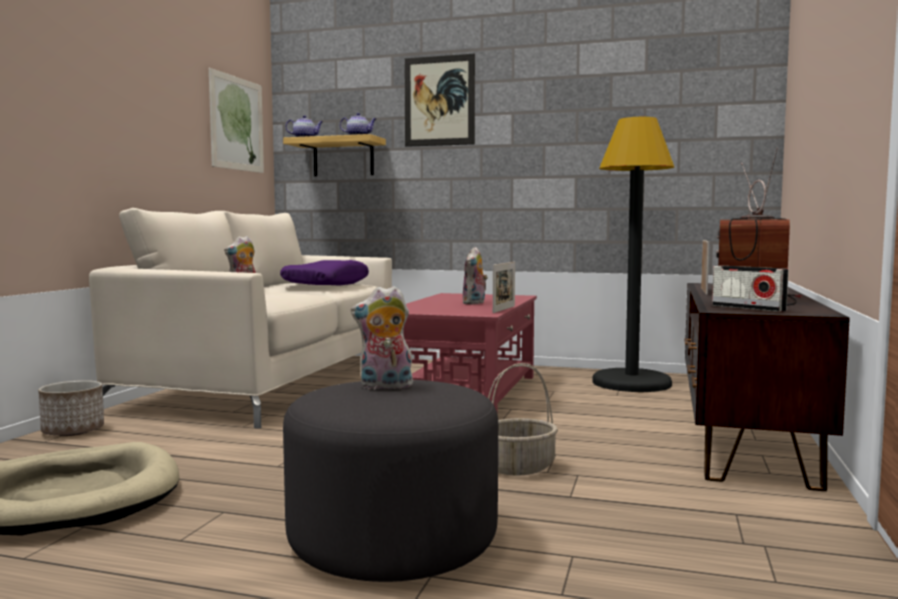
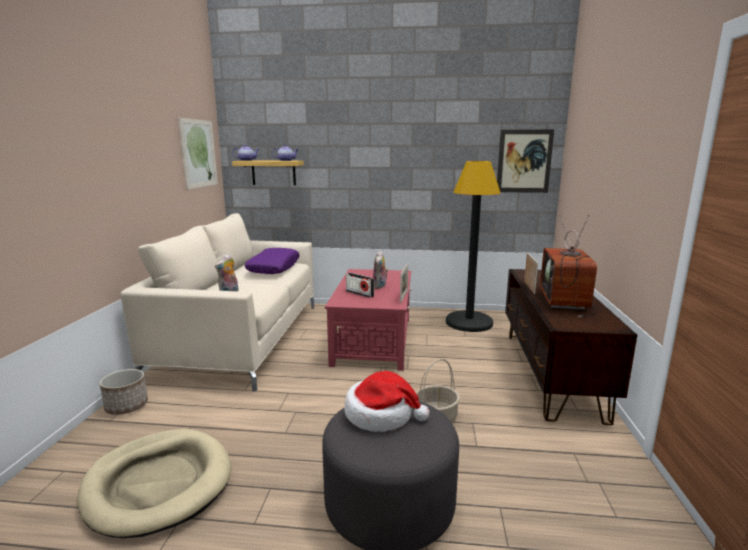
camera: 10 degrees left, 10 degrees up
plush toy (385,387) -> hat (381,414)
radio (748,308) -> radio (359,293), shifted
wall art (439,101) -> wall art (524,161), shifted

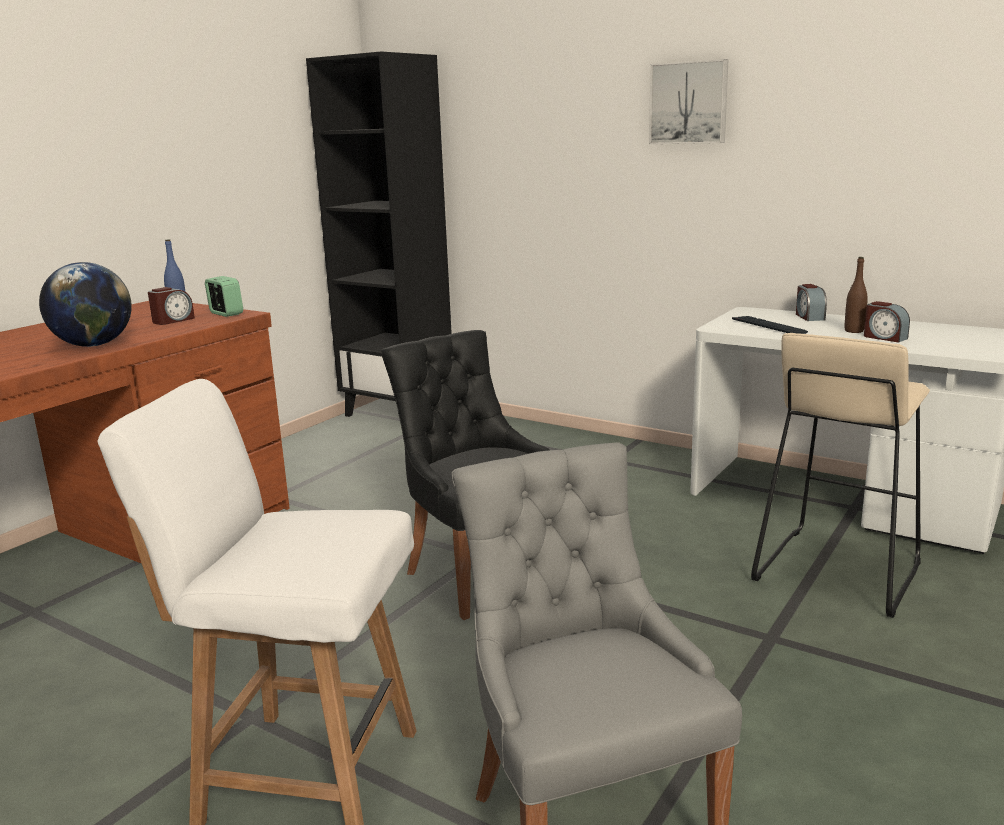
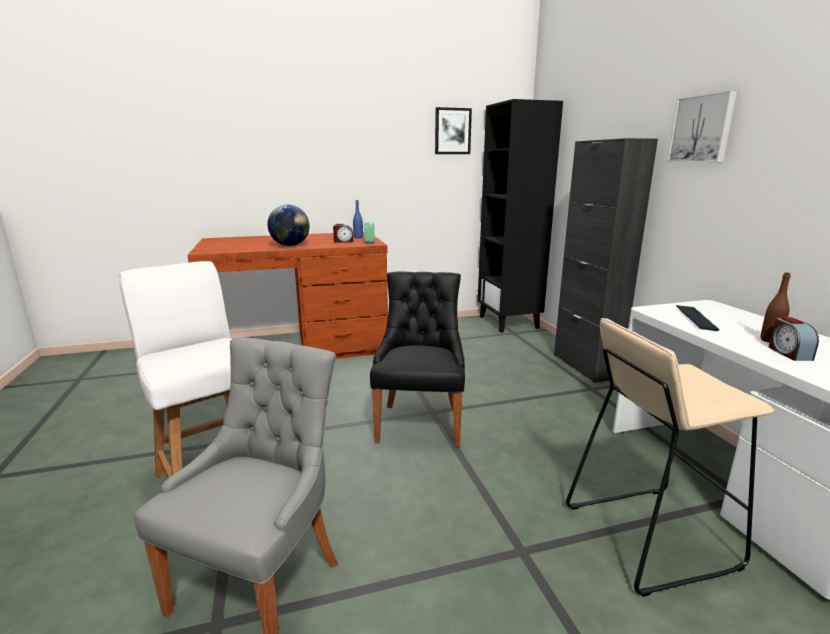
camera: 40 degrees right, 0 degrees up
none -> wall art (452,131)
none -> blackish cupboard (585,366)
table clock (809,317) -> none

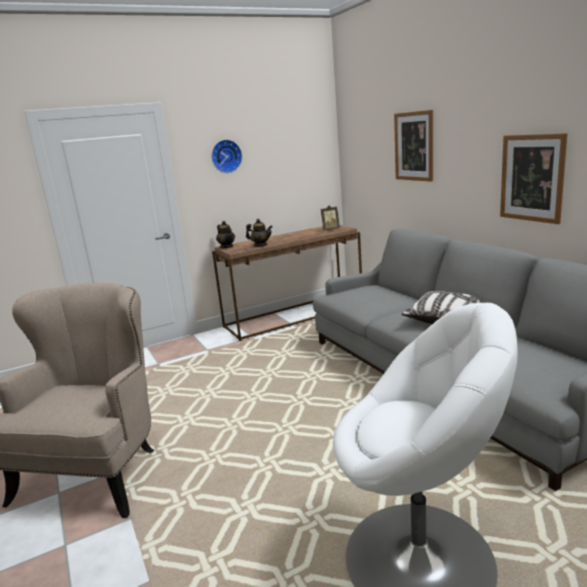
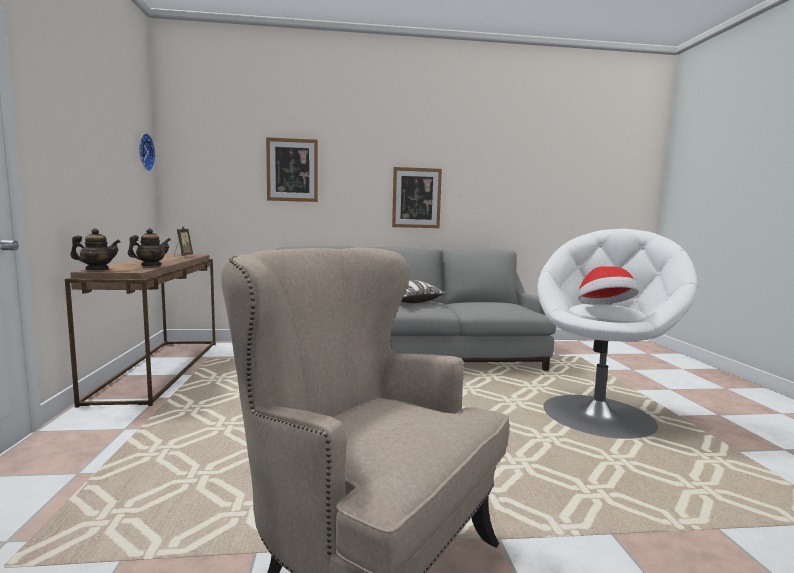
camera: 70 degrees left, 10 degrees down
clock on the wall (226,156) -> clock on the wall (144,152), shifted
none -> hat (604,308)

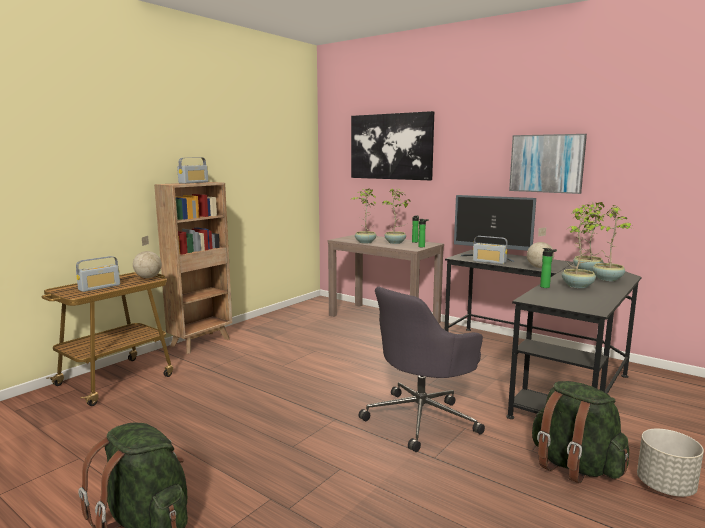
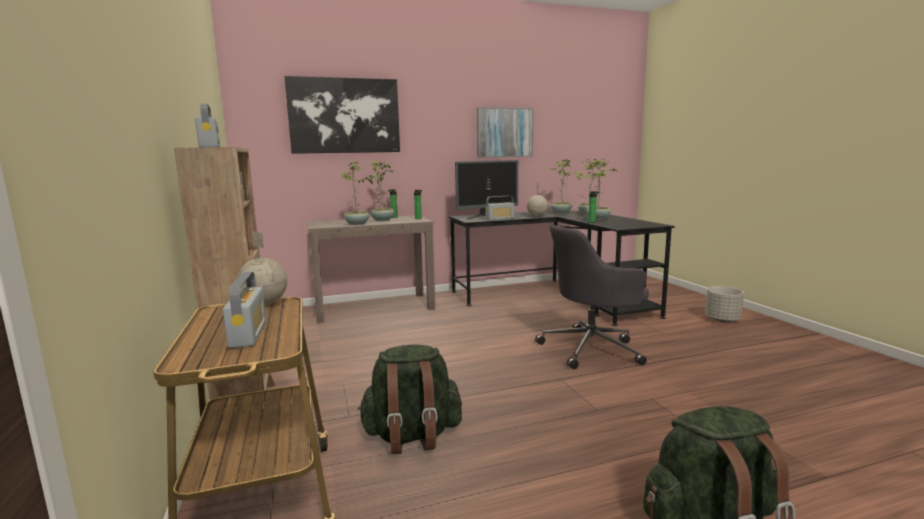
camera: 55 degrees left, 0 degrees up
greenish backpack (574,466) -> greenish backpack (412,436), shifted
grey desk chair (422,419) -> grey desk chair (592,349), 75 degrees clockwise

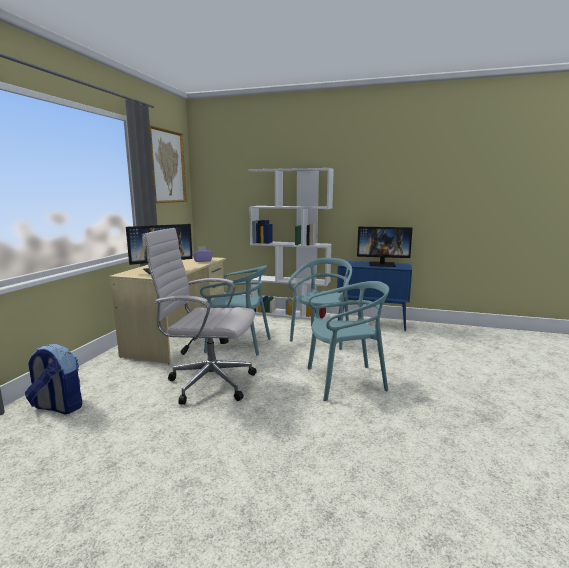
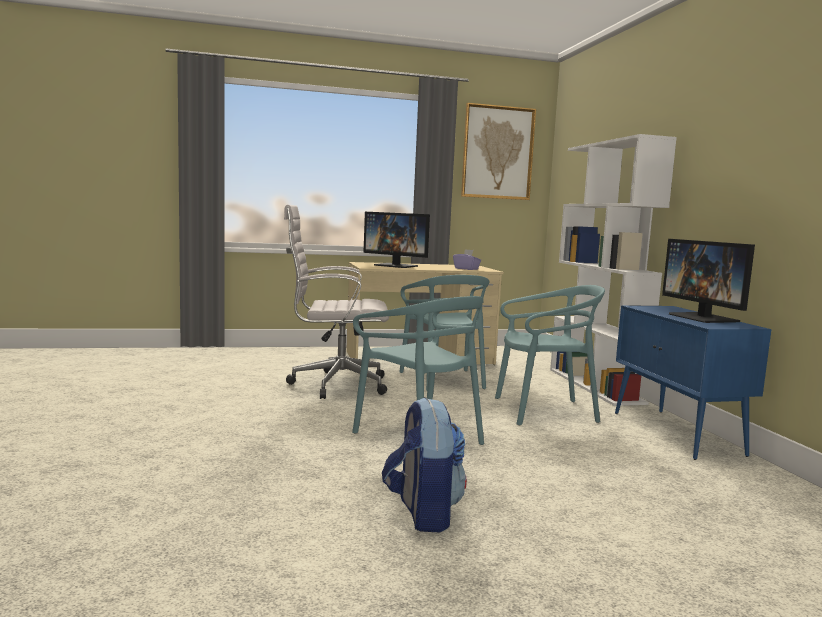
camera: 60 degrees right, 5 degrees down
white-coloured desk chair (207,383) -> white-coloured desk chair (334,384), 75 degrees counterclockwise
backpack (58,407) -> backpack (422,513), shifted

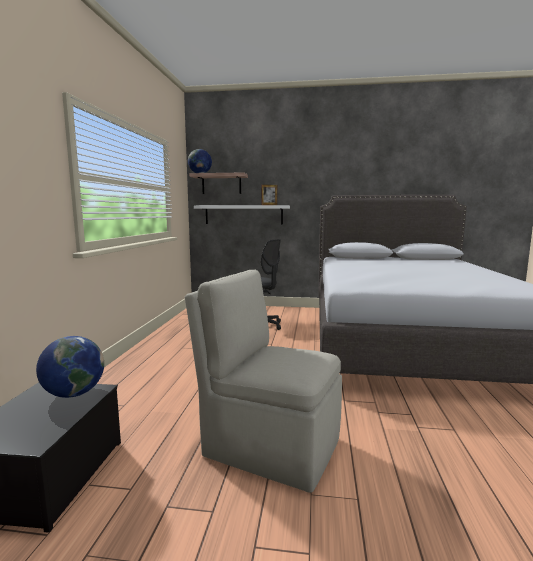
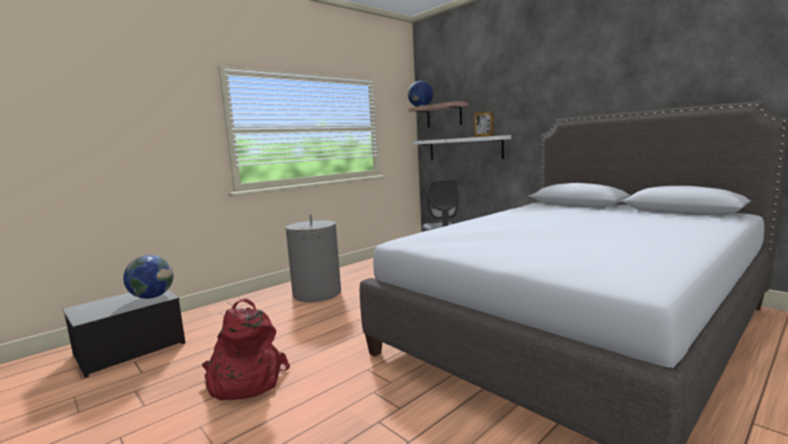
camera: 40 degrees right, 0 degrees up
beige-coloured plain chair (269,446) -> red backpack (244,381)
none -> grey hamper (317,293)

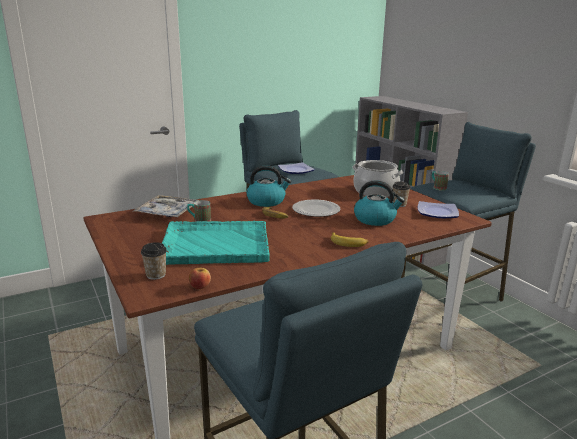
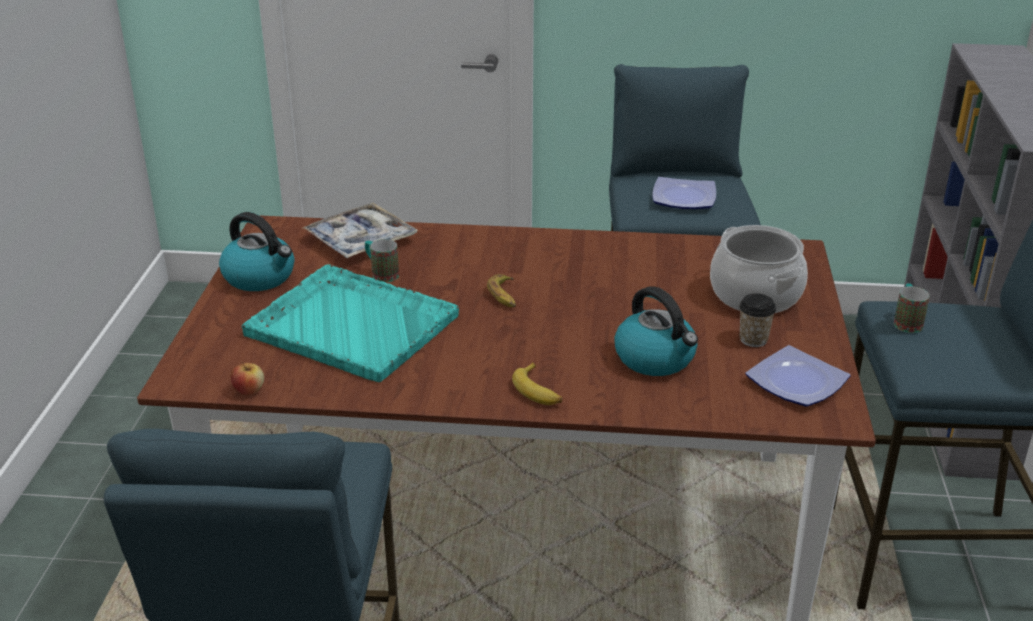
camera: 35 degrees right, 10 degrees up
kettle (267,201) -> kettle (260,277), shifted
drinking cup (156,275) -> none
plate (315,210) -> none

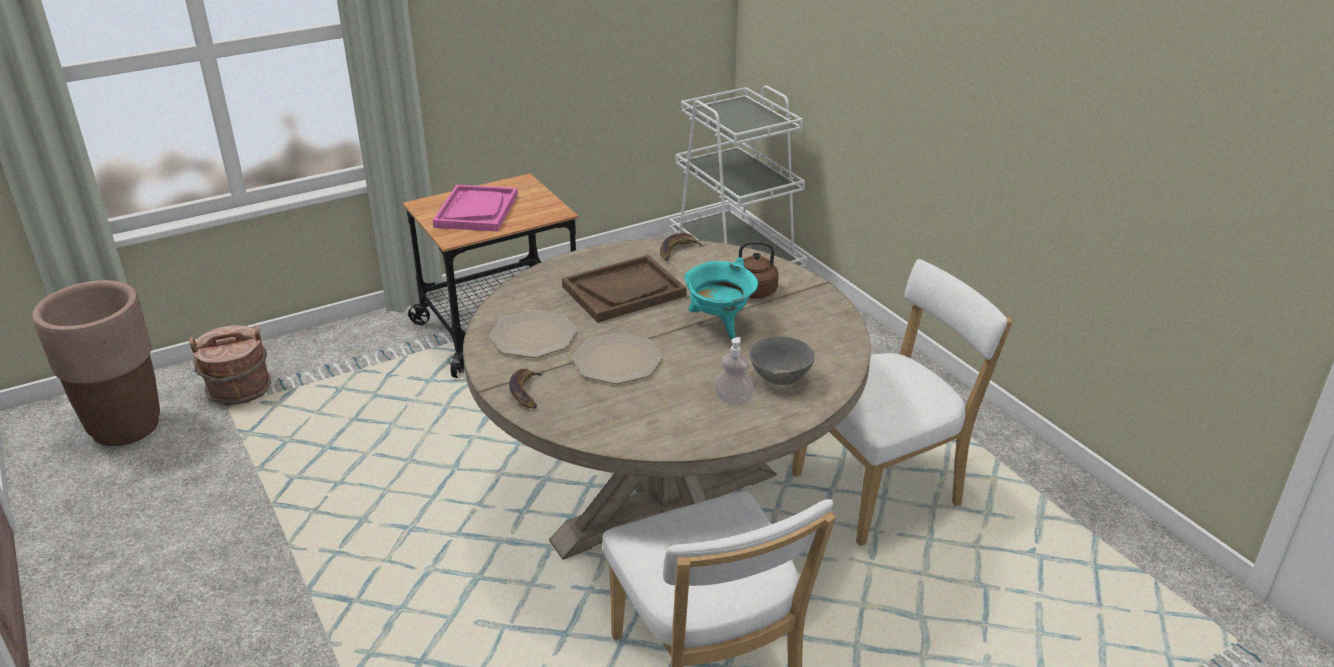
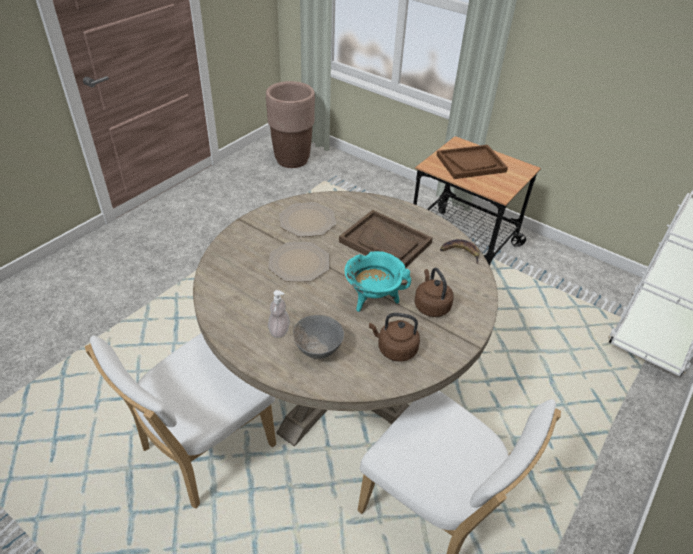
camera: 65 degrees right, 10 degrees up
none -> brown kettle (394,349)
pinkish serving tray (476,210) -> brown serving tray (471,163)
brown water bucket (239,390) -> none
banana fruit (526,392) -> none

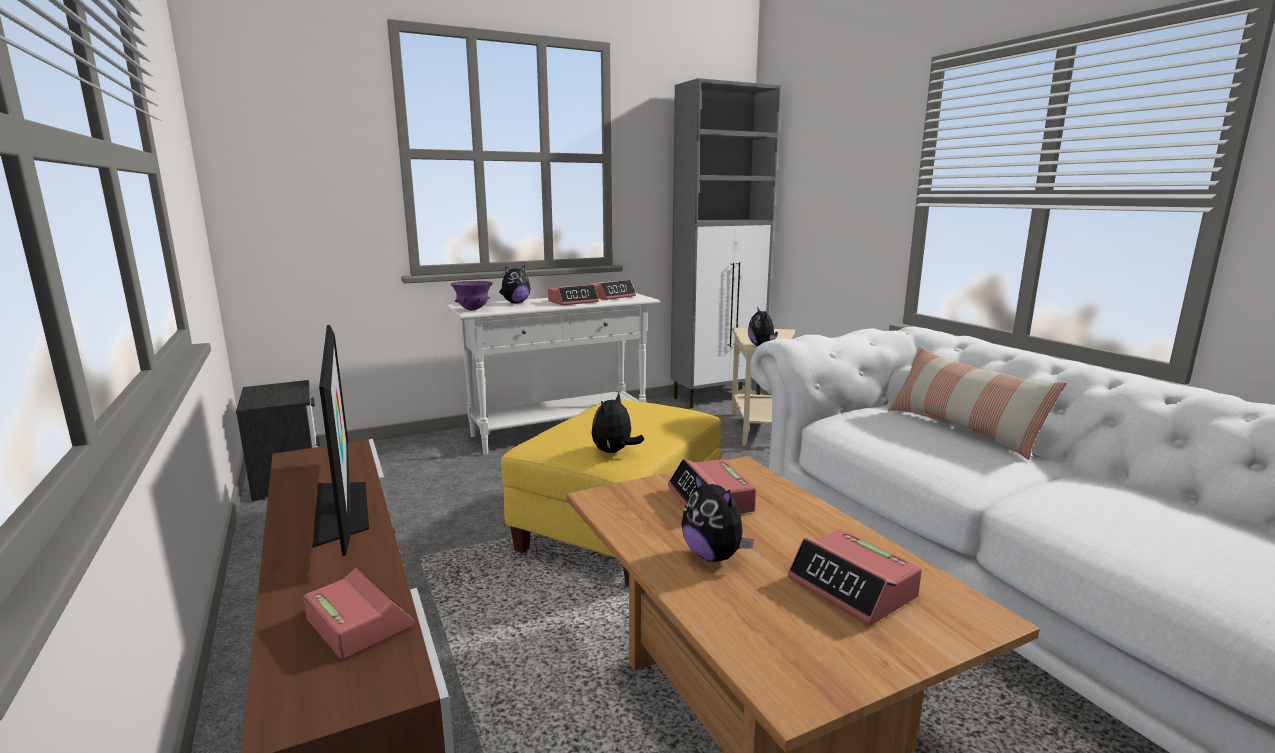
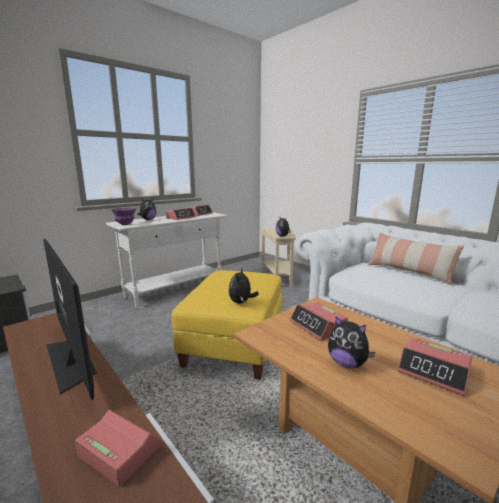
camera: 15 degrees left, 0 degrees up
grey cupboard (718,397) -> none

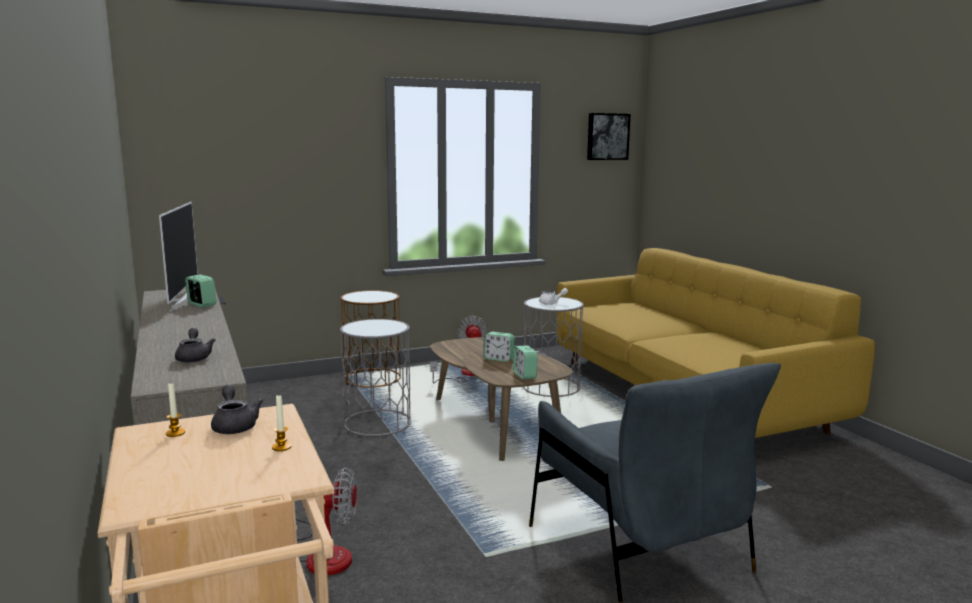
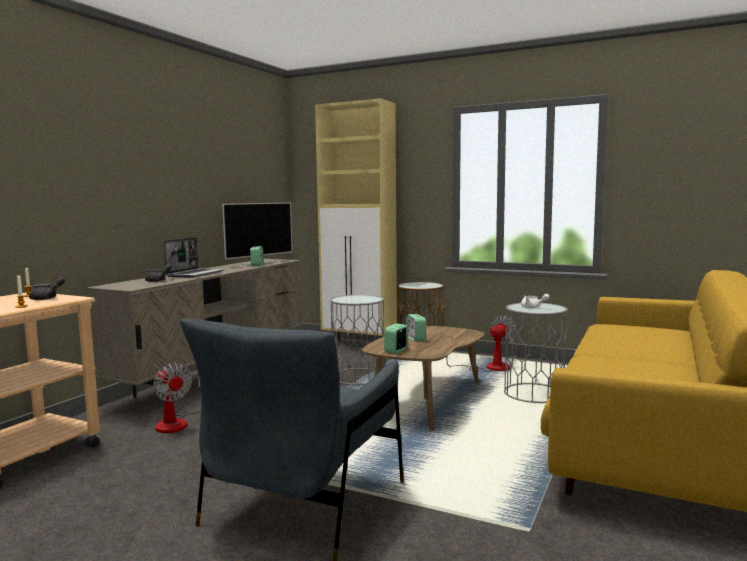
camera: 50 degrees right, 5 degrees down
none -> notebook computer (195,274)
none -> beige-coloured cupboard (360,344)
wall art (607,136) -> none

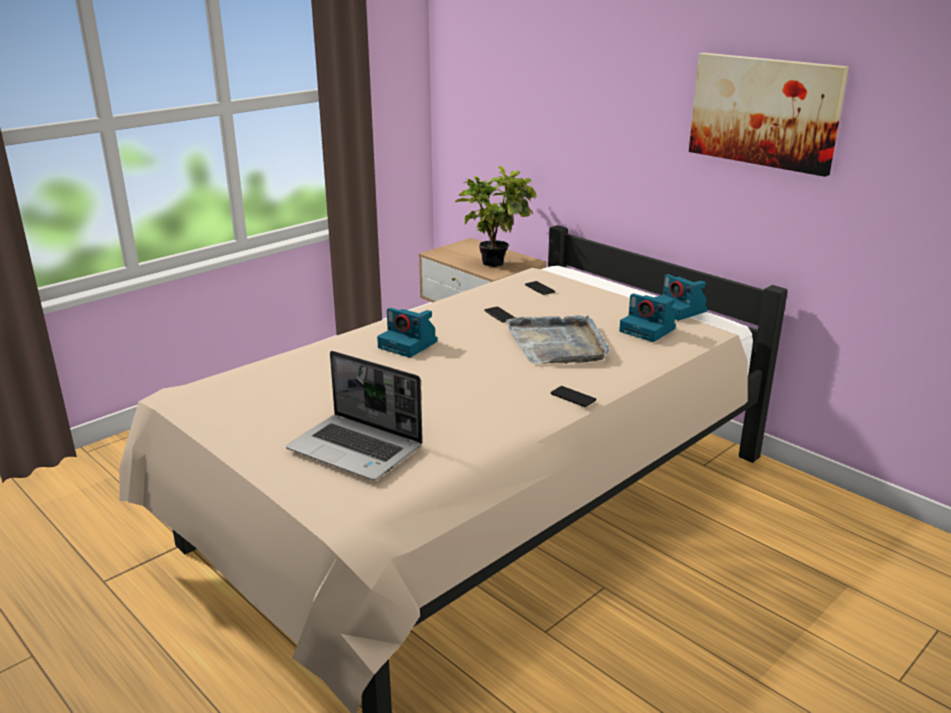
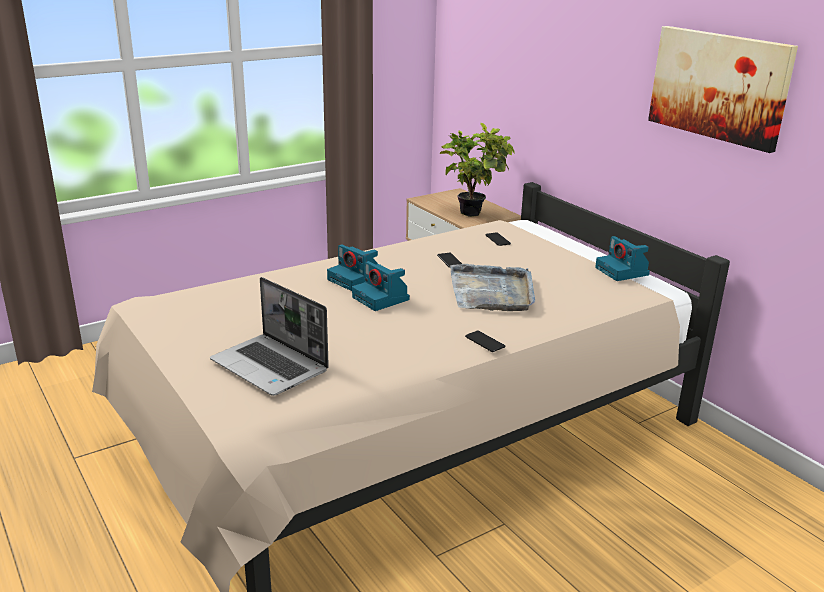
camera: 10 degrees right, 0 degrees up
photo camera (649,330) -> photo camera (382,299), shifted

